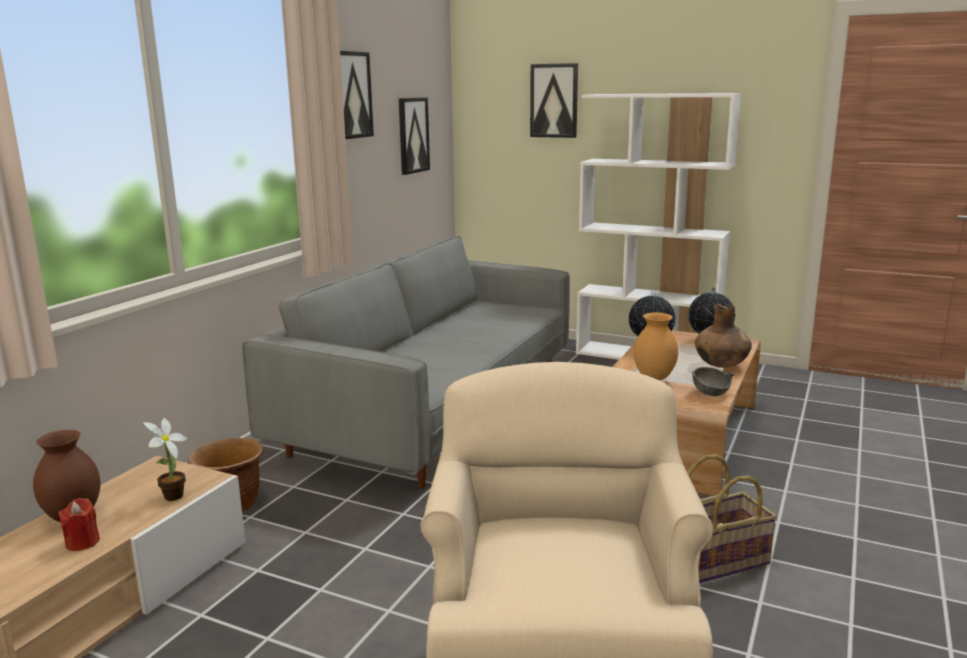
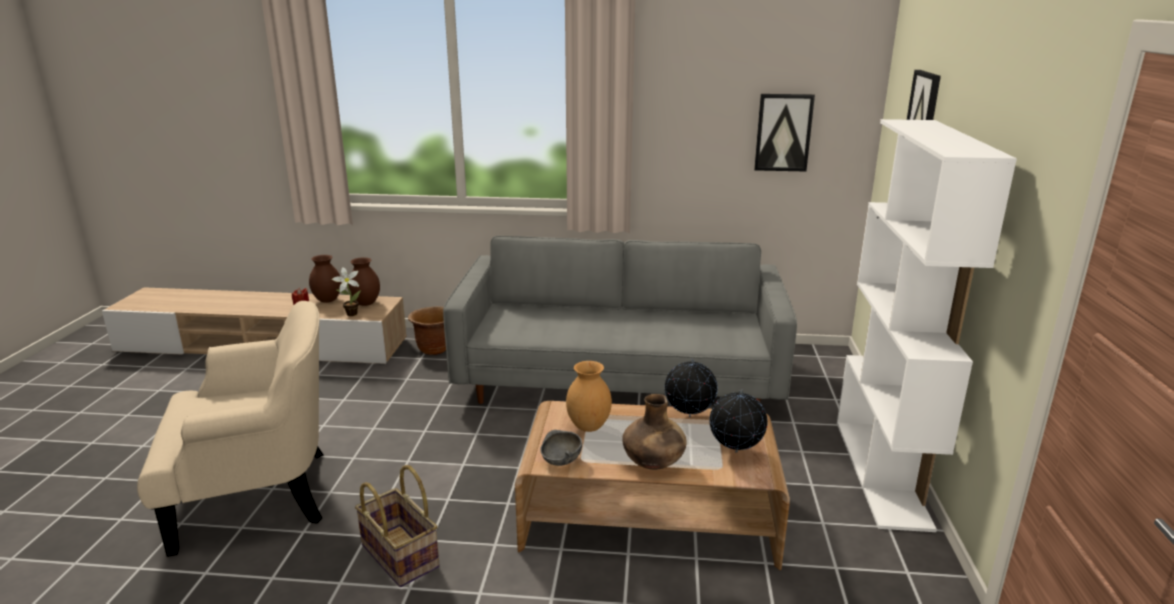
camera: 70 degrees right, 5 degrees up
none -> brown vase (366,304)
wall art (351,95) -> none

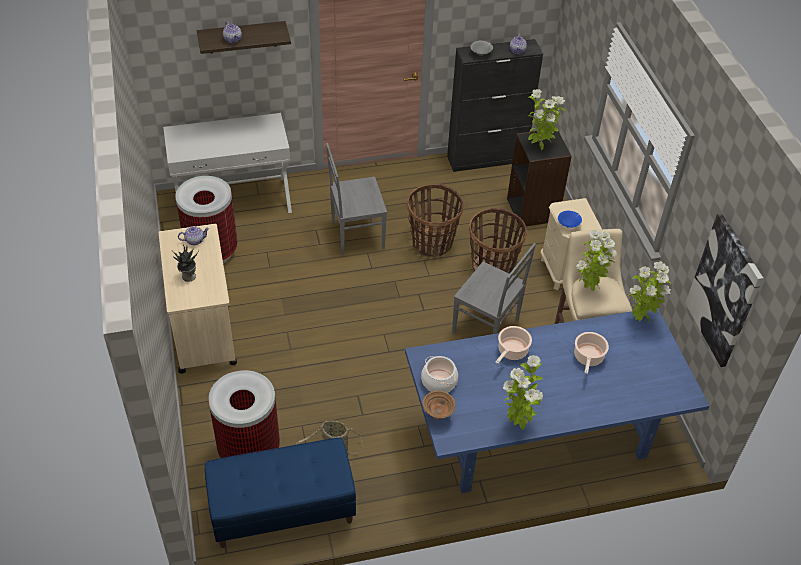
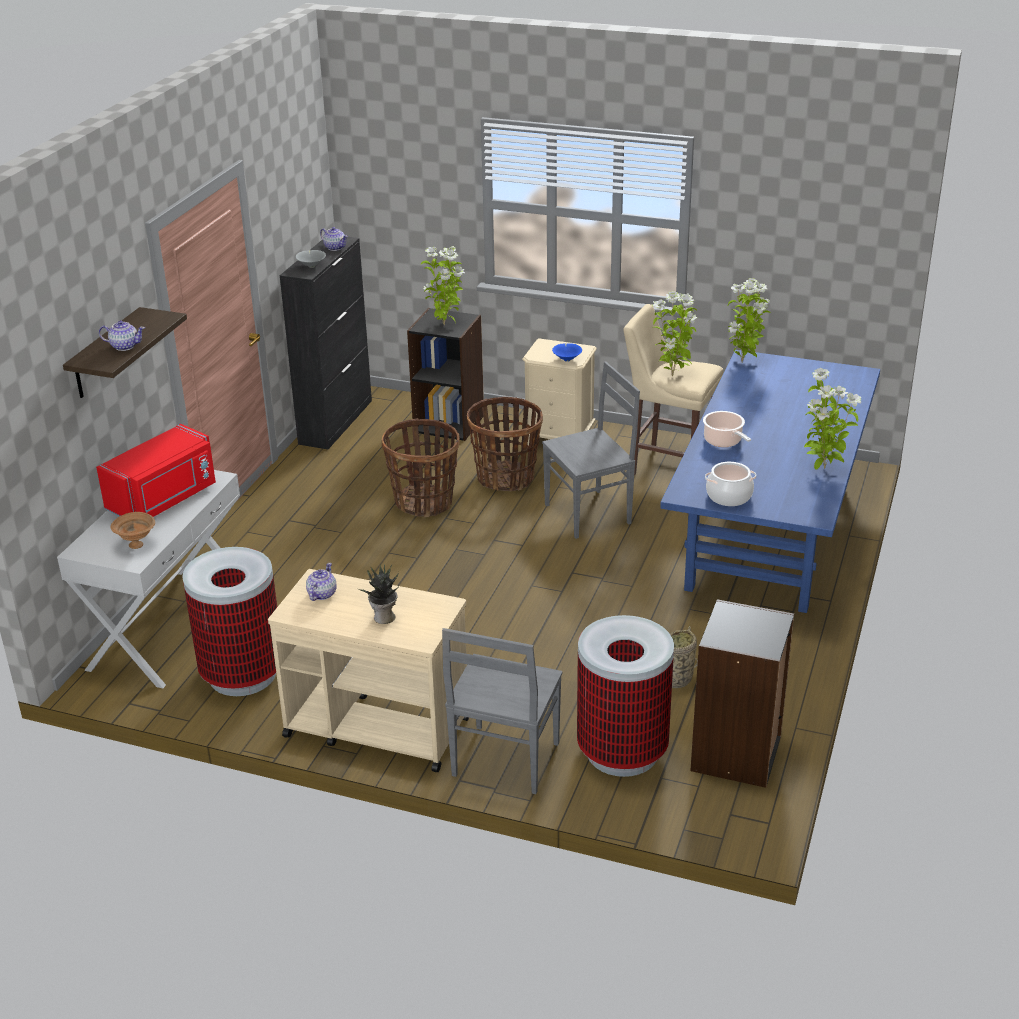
camera: 55 degrees left, 15 degrees down
none -> red kitchen microwave (164,498)
brown bowl (438,416) -> brown bowl (137,545), shifted
grey plain chair (355,235) -> grey plain chair (504,761), shifted
bluish long seat (282,511) -> blackish bookshelf (737,754)
cooking pot (588,358) -> none
wall art (724,291) -> none

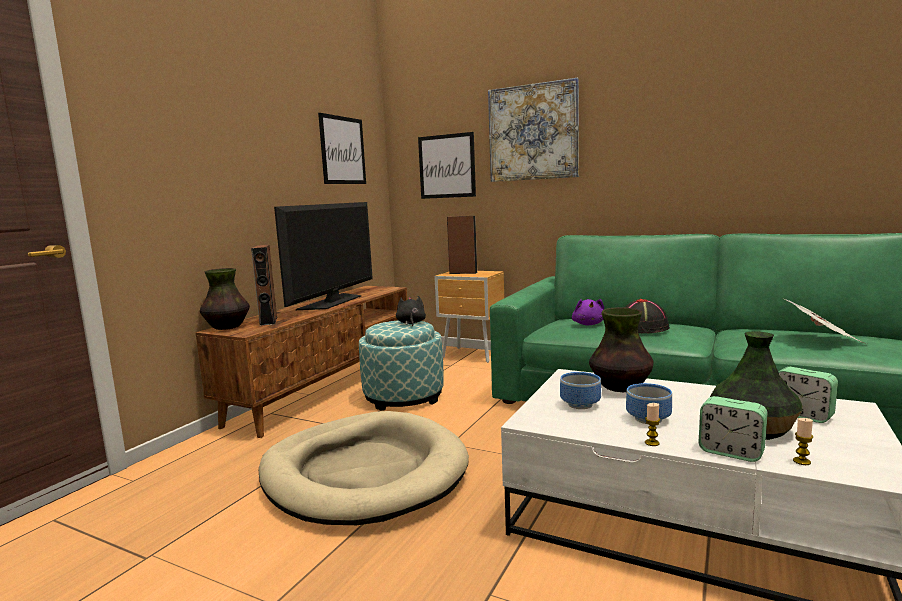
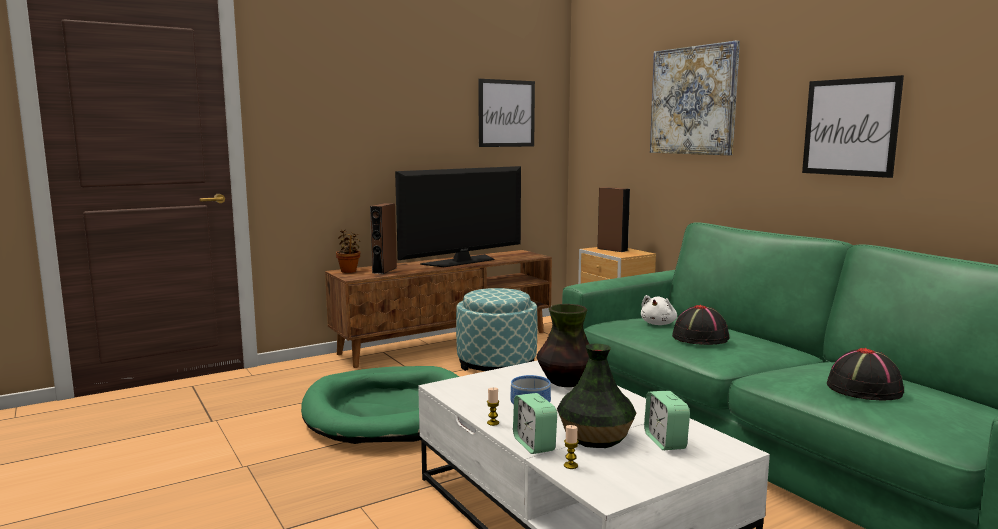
camera: 30 degrees right, 0 degrees up
beige-coloured dog bed (364,473) -> greenish dog bed (387,411)
vase (227,327) -> plant in a pot (349,271)
purplish plush toy (588,324) -> white-coloured plush toy (658,324)
wall art (447,166) -> wall art (850,127), shifted
daily paper (821,339) -> blackish hat (865,389)
blackish plush toy (411,323) -> none
bowl (578,404) -> none

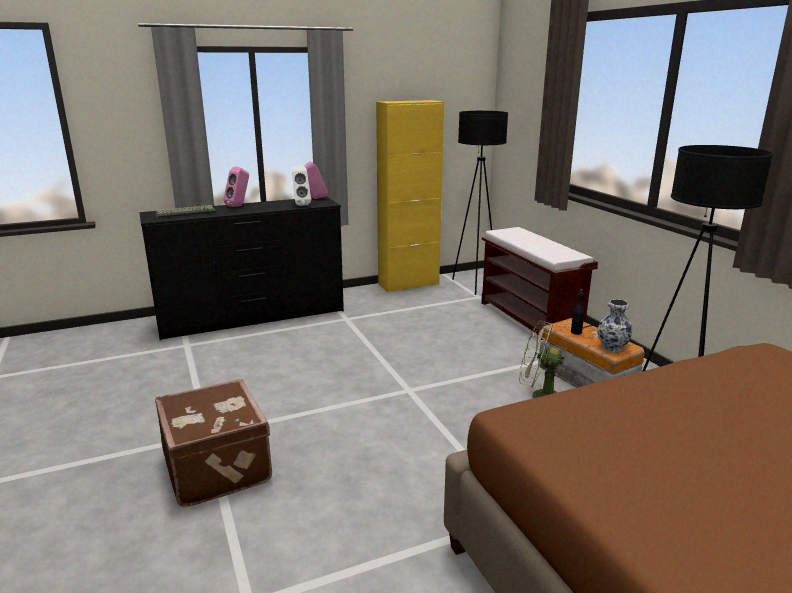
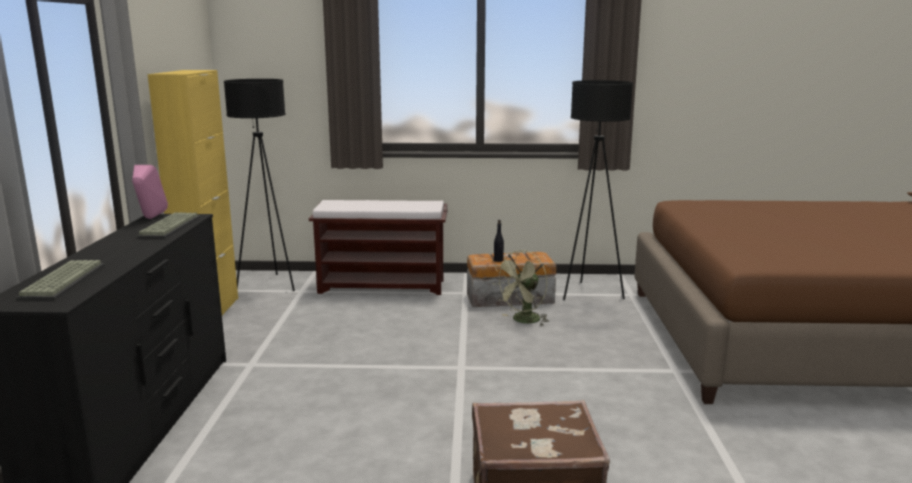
camera: 65 degrees left, 5 degrees down
white-coloured audio speaker (300,205) -> PC keyboard (169,227)
pinkish audio speaker (239,206) -> none
vase (612,348) -> none

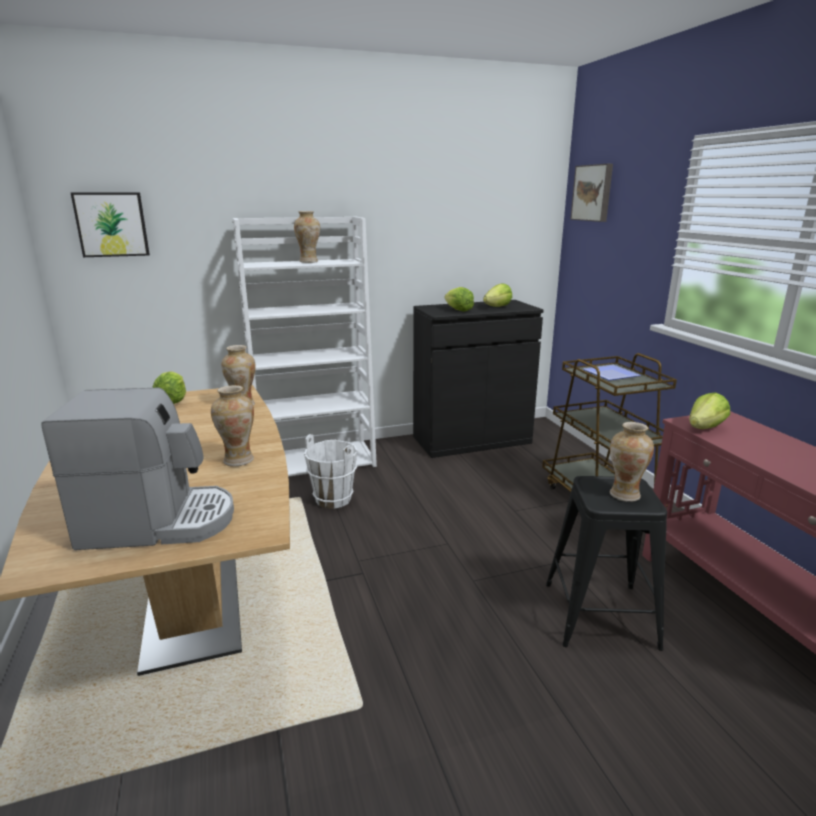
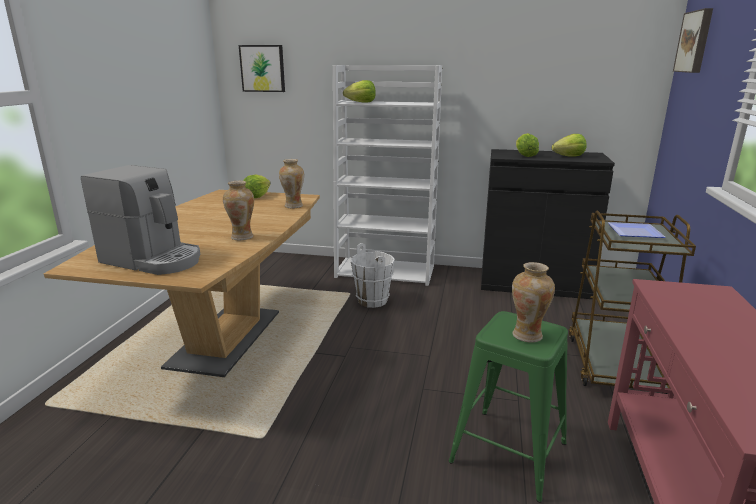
camera: 30 degrees right, 0 degrees up
head of lettuce (704,428) -> head of lettuce (361,102), shifted
blackish sitting stool (599,614) -> greenish sitting stool (508,452)
vase (309,261) -> none

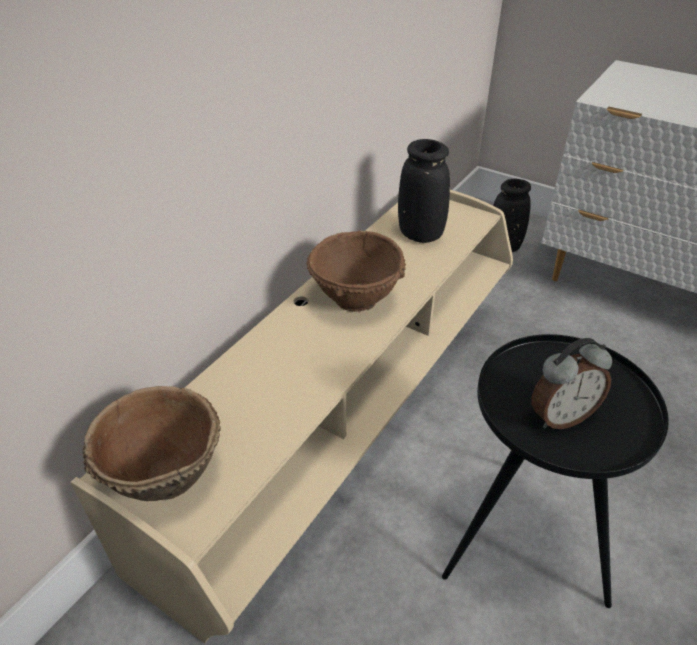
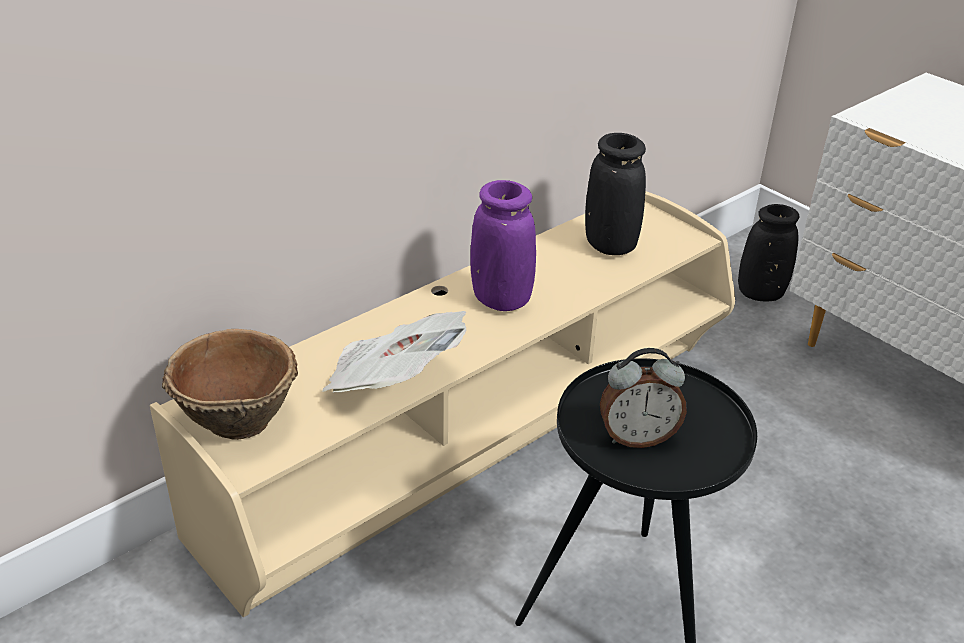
camera: 15 degrees right, 5 degrees down
none -> daily paper (394,382)
brown bowl (356,299) -> purplish vase (501,300)

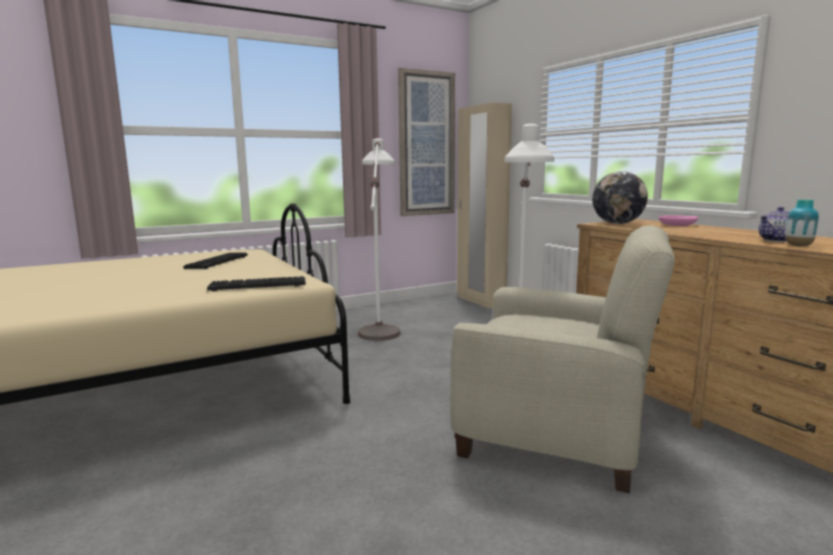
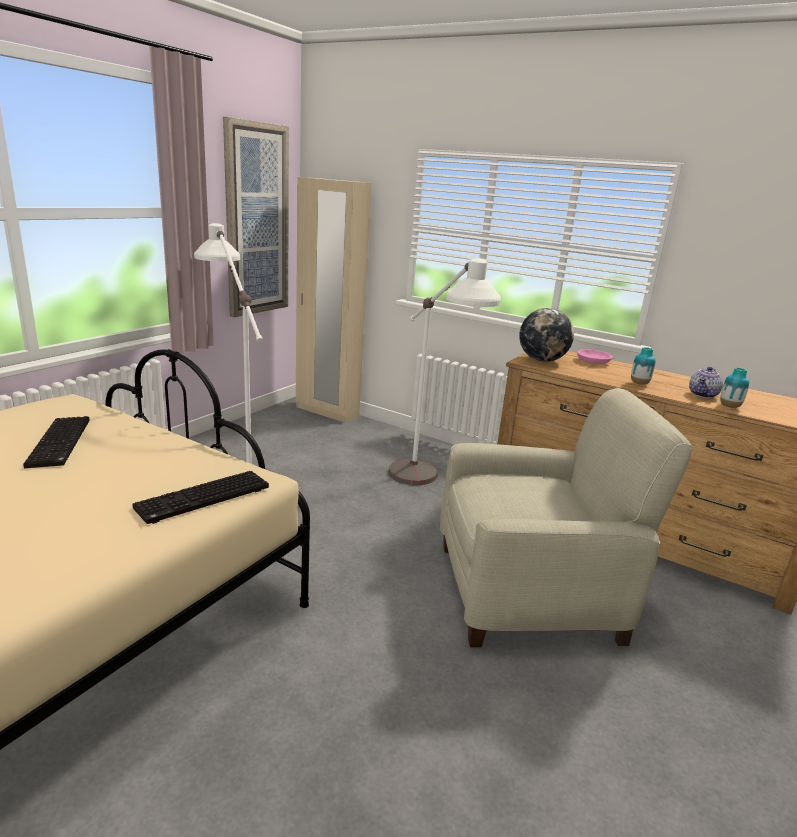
camera: 30 degrees left, 10 degrees up
none -> vase (639,383)

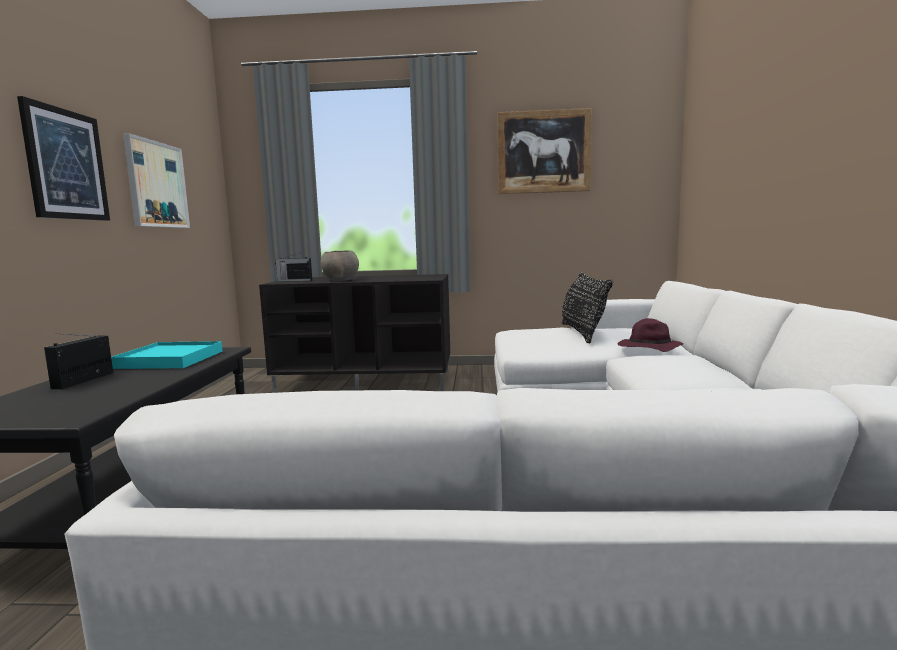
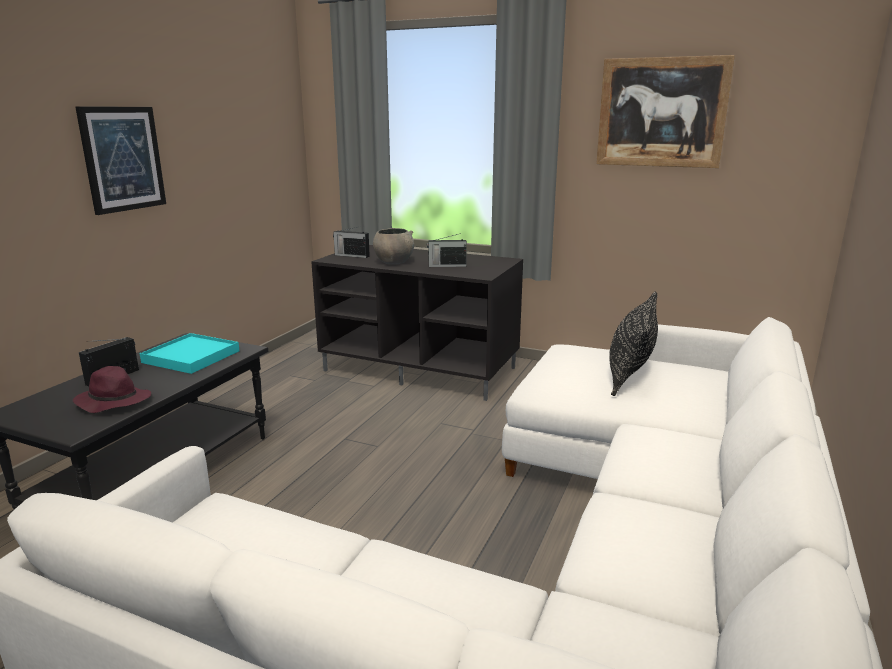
camera: 20 degrees right, 10 degrees up
purplish hat (648,348) -> purplish hat (113,401), shifted
none -> radio (446,266)
wall art (156,185) -> none

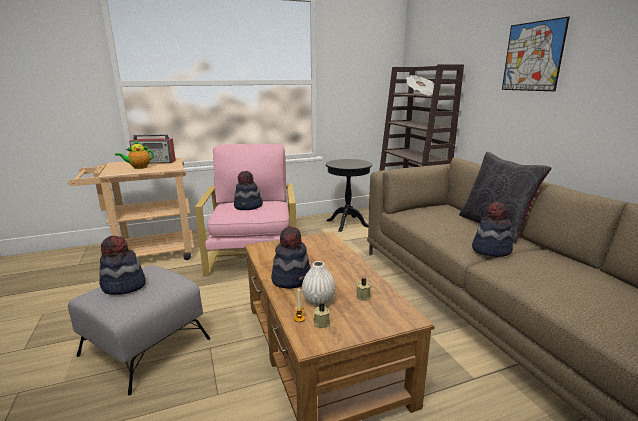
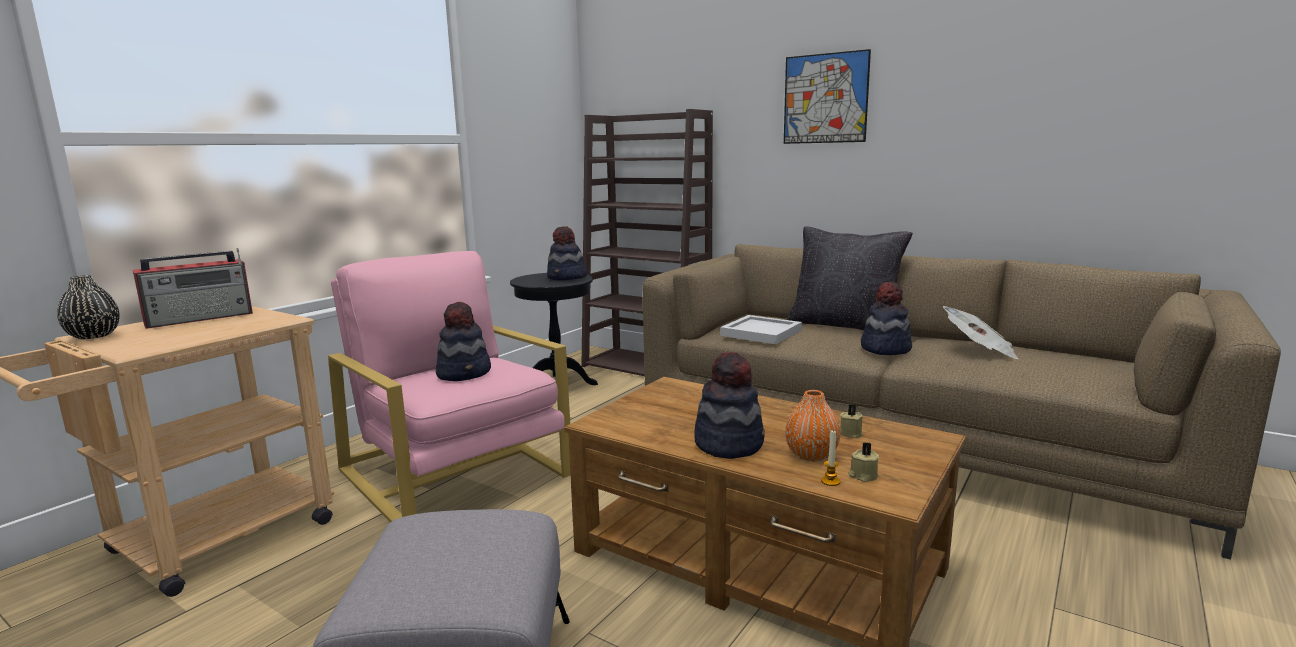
camera: 35 degrees left, 5 degrees down
none -> blackish vase (93,336)
hat (123,286) -> hat (567,277), shifted
none -> white-coloured serving tray (762,332)
white-coloured vase (318,300) -> orangey vase (811,455)
daily paper (421,94) -> daily paper (979,351), shifted
tea pot (138,167) -> none

